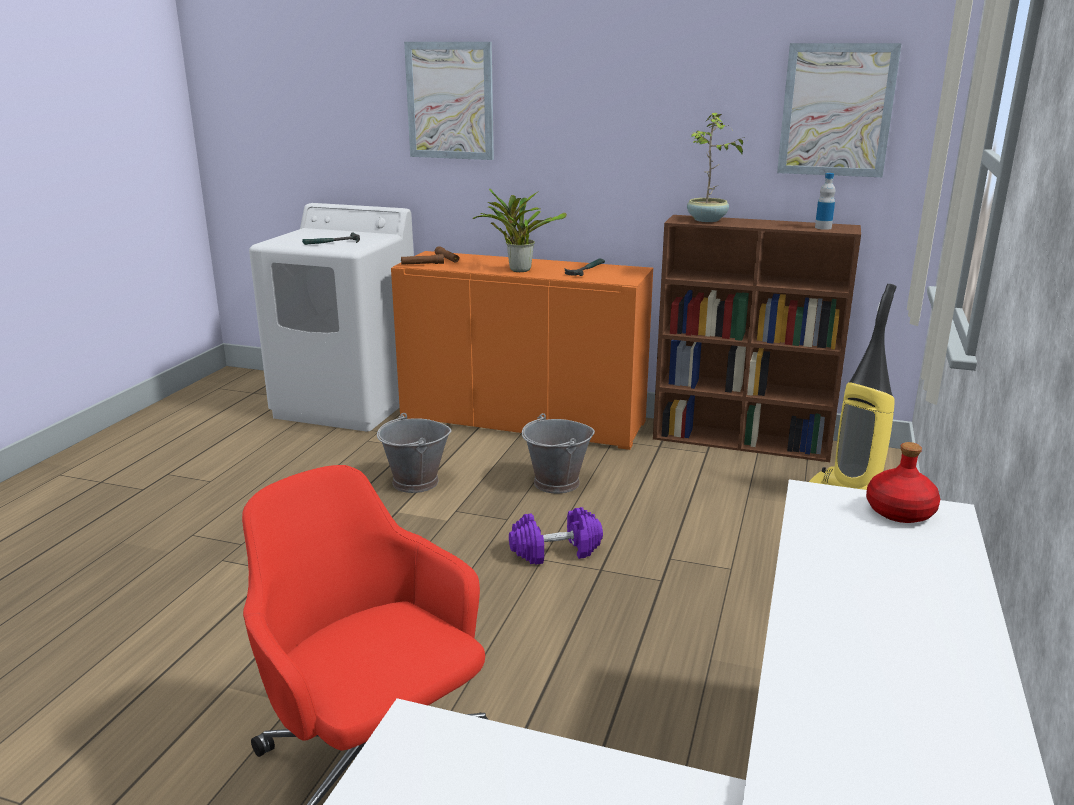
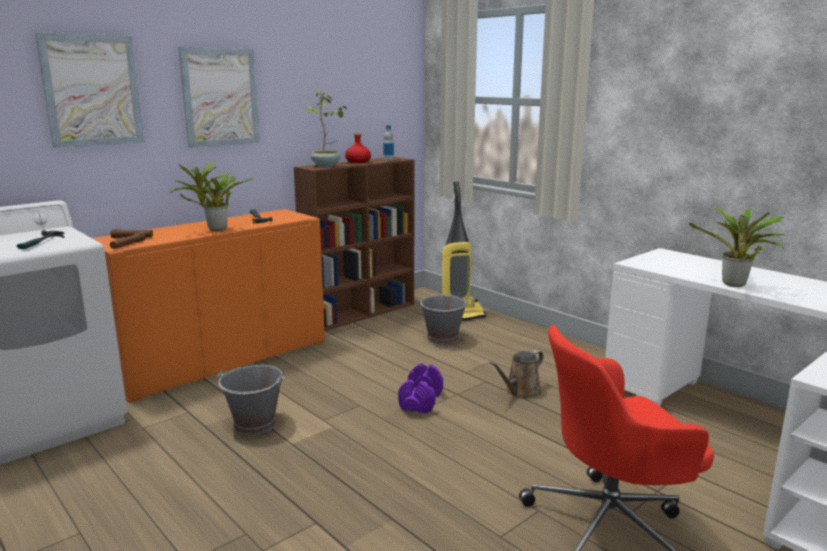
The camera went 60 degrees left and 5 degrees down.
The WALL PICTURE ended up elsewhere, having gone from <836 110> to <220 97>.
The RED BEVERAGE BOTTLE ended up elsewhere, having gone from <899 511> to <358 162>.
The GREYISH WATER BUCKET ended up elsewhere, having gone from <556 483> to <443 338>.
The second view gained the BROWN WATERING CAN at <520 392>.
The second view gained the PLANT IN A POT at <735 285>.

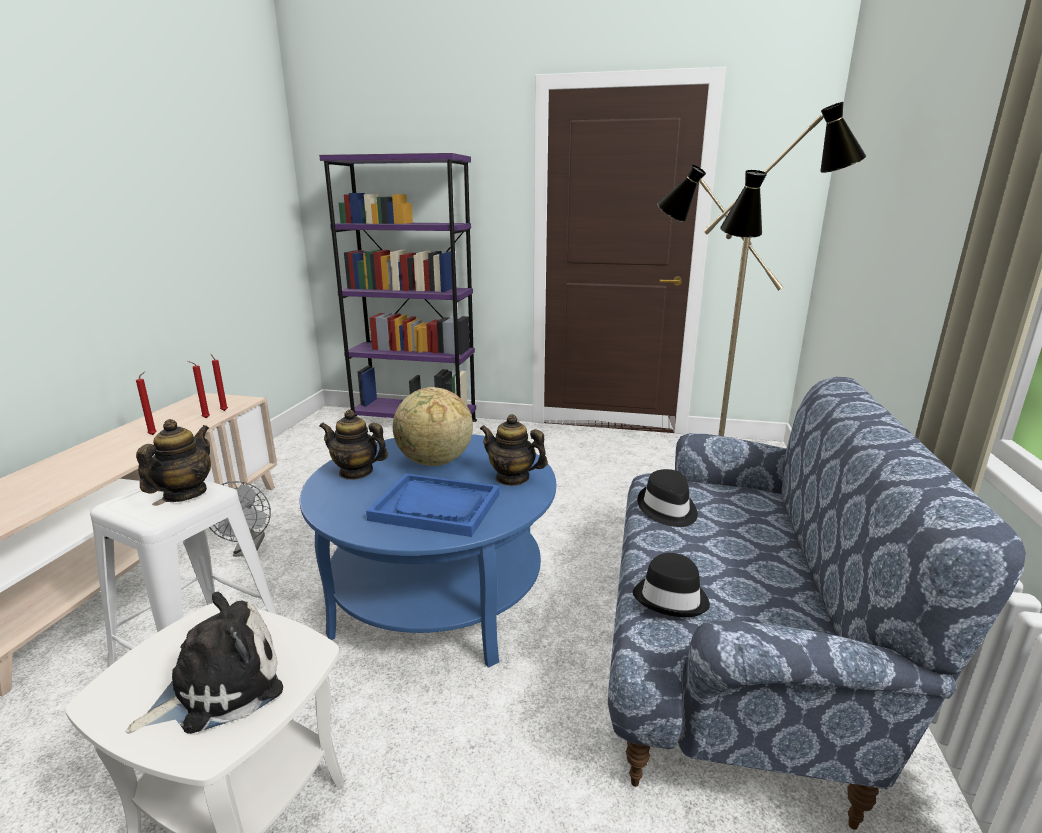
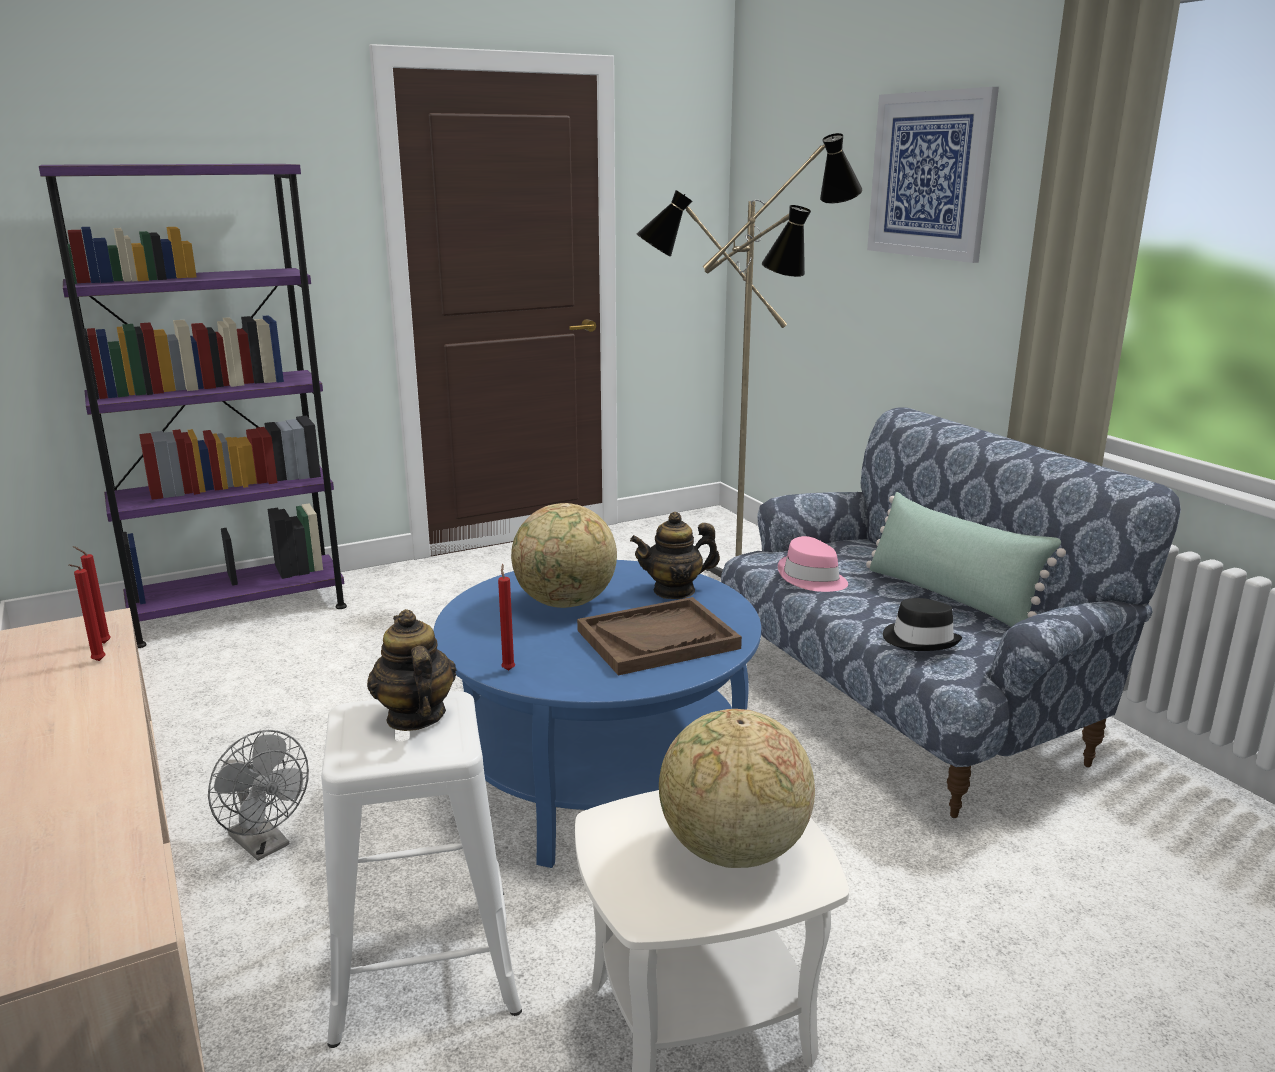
The camera went 40 degrees left and 0 degrees up.
The RED WAX LIGHT ended up elsewhere, having gone from <154 434> to <508 669>.
What was the BLUE SERVING TRAY at <436 507> turned into the BROWN SERVING TRAY at <658 639>.
Where the CUDDLY TOY stood at <219 686>, the DESK GLOBE came to stand at <732 851>.
What was the BLACK-COLOURED CLOTHING HAT at <667 509> turned into the PINK-COLOURED CLOTHING HAT at <811 579>.
The second view gained the GREENISH PILLOW at <950 597>.
The second view gained the WALL PICTURE at <930 175>.
The second view lost the TEAPOT at <356 472>.

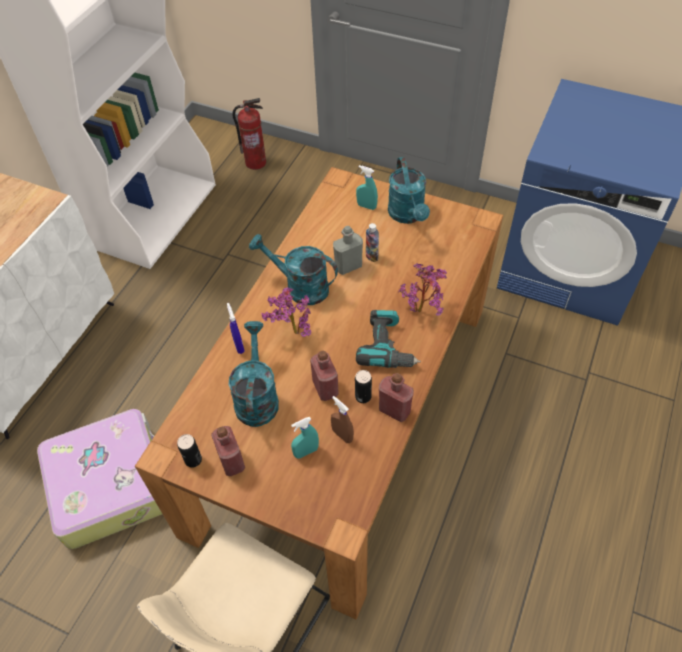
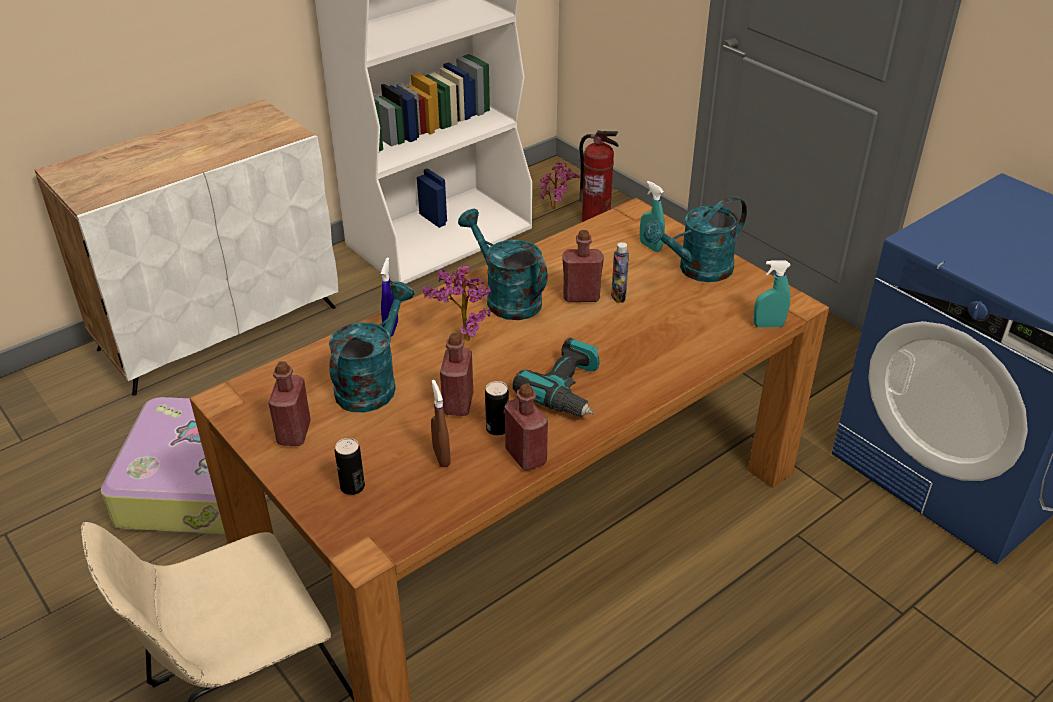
The camera went 25 degrees right and 15 degrees down.
The METAL CAN ended up elsewhere, having gone from <193 460> to <352 487>.
The PLANT IN A POT ended up elsewhere, having gone from <422 310> to <557 209>.
What was the GREYISH BEVERAGE BOTTLE at <348 266> turned into the RED BEVERAGE BOTTLE at <581 297>.
The TURQUOISE-COLOURED WATERING CAN at <408 215> ended up facing another way, 45 degrees clockwise from before.
The TURQUOISE-COLOURED SPRAY BOTTLE ended up elsewhere, having gone from <306 452> to <768 325>.

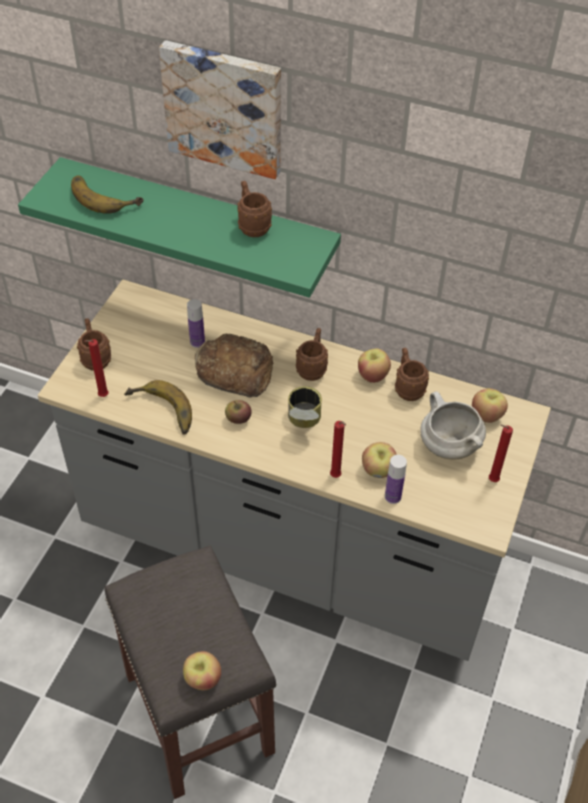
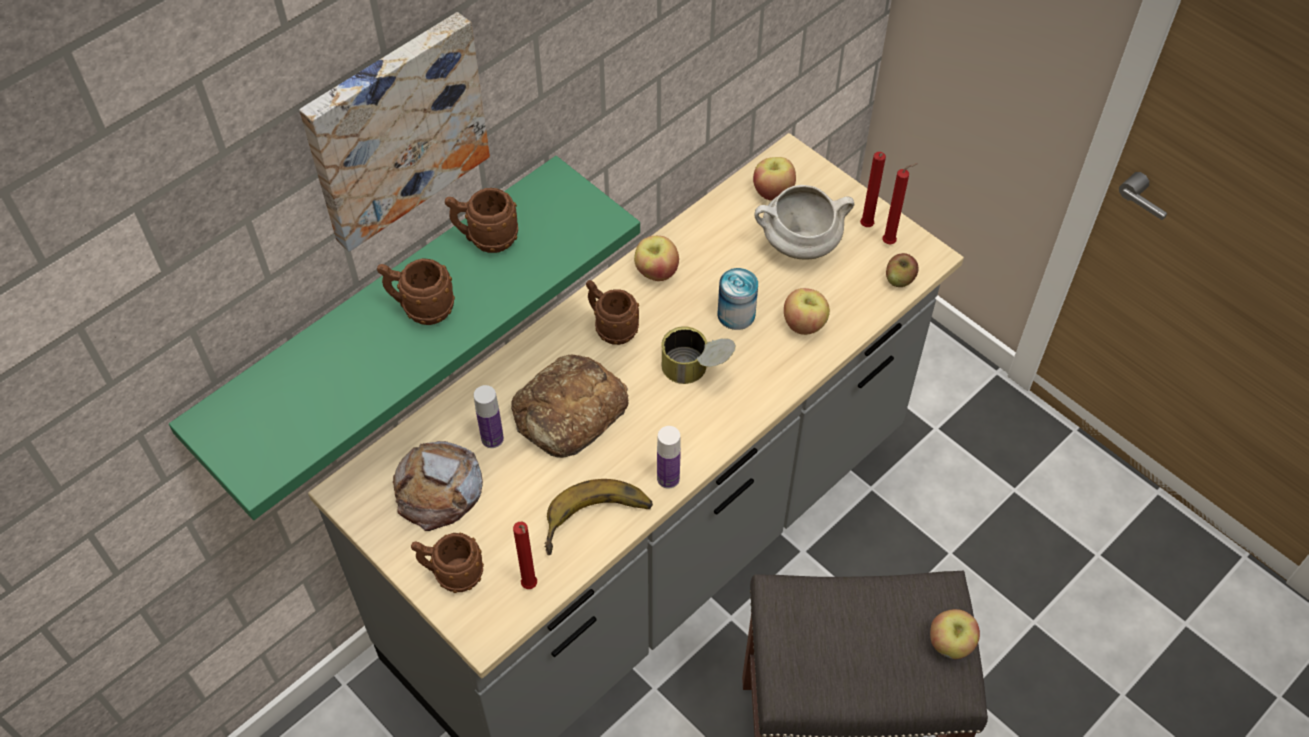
The camera went 65 degrees left and 5 degrees up.
The BROWN TEA MUG ended up elsewhere, having gone from <407 388> to <421 309>.
The second view gained the BAKERY BREAD at <438 489>.
The BEVERAGE BOTTLE ended up elsewhere, having gone from <392 497> to <668 478>.
The second view gained the METAL CAN at <736 314>.
The RED WAX LIGHT ended up elsewhere, having gone from <336 477> to <891 242>.
The APPLE FRUIT ended up elsewhere, having gone from <238 419> to <899 279>.
The second view lost the BANANA at <105 195>.

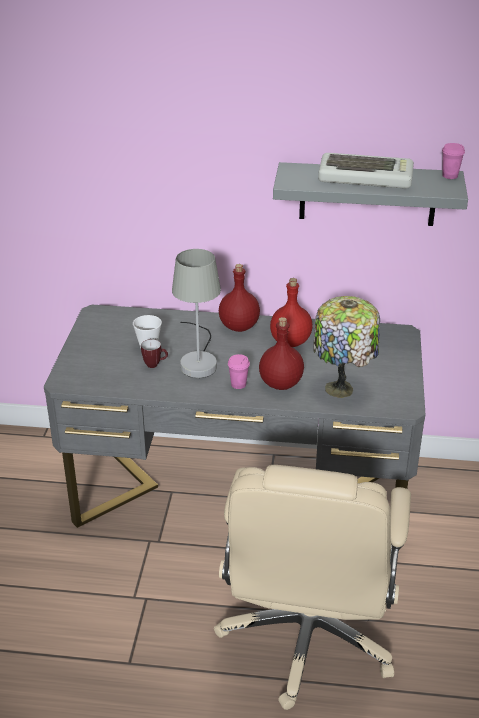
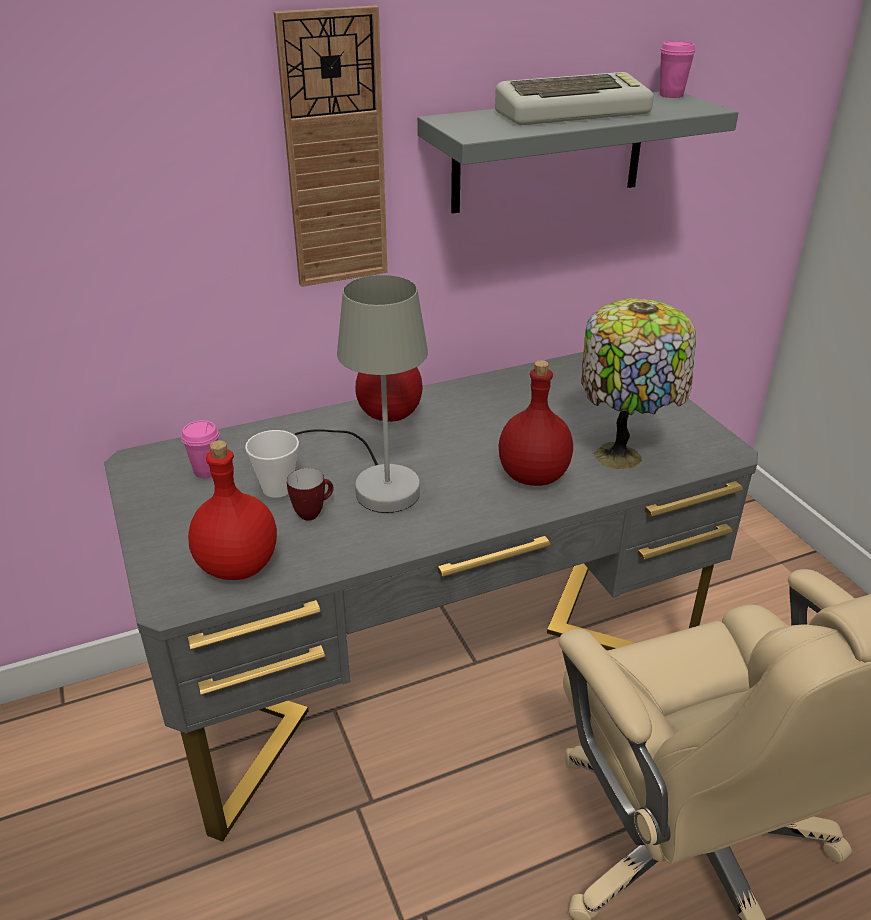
The camera went 30 degrees left and 0 degrees up.
The PINK-COLOURED SMALL CUP ended up elsewhere, having gone from <238 384> to <206 471>.
The RED BEVERAGE BOTTLE ended up elsewhere, having gone from <291 341> to <239 565>.
The second view gained the WALL CLOCK at <334 154>.

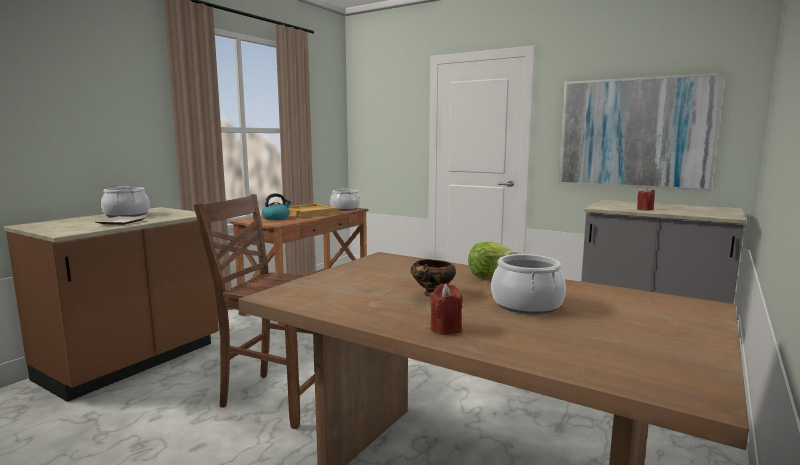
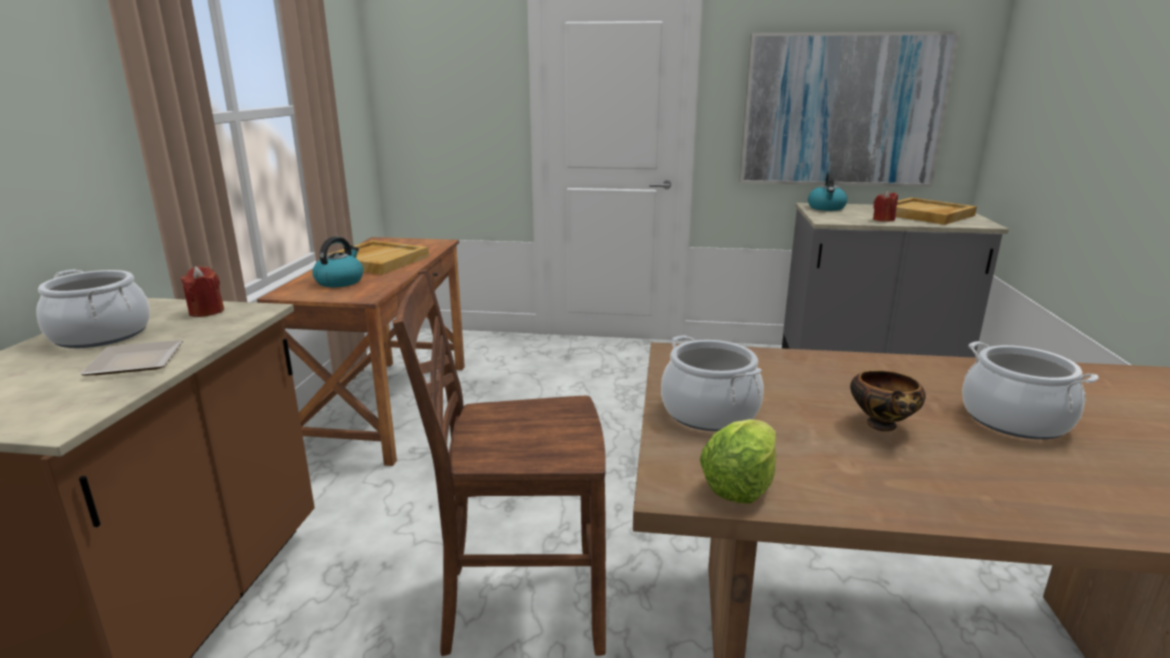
The camera went 25 degrees left and 10 degrees up.
The RED WAX LIGHT ended up elsewhere, having gone from <446 329> to <206 312>.
The COOKING POT ended up elsewhere, having gone from <345 209> to <709 413>.
The HEAD OF LETTUCE ended up elsewhere, having gone from <490 275> to <740 485>.
The second view gained the KETTLE at <826 208>.
The second view gained the BEIGE-COLOURED SERVING TRAY at <926 215>.

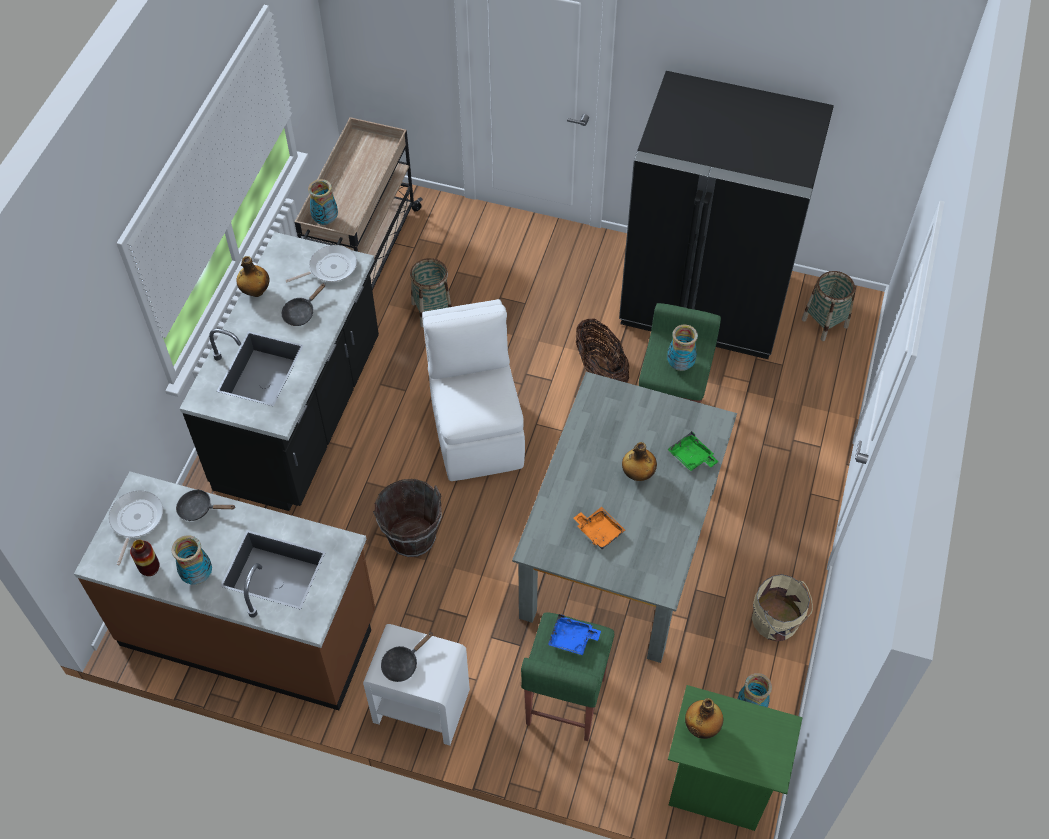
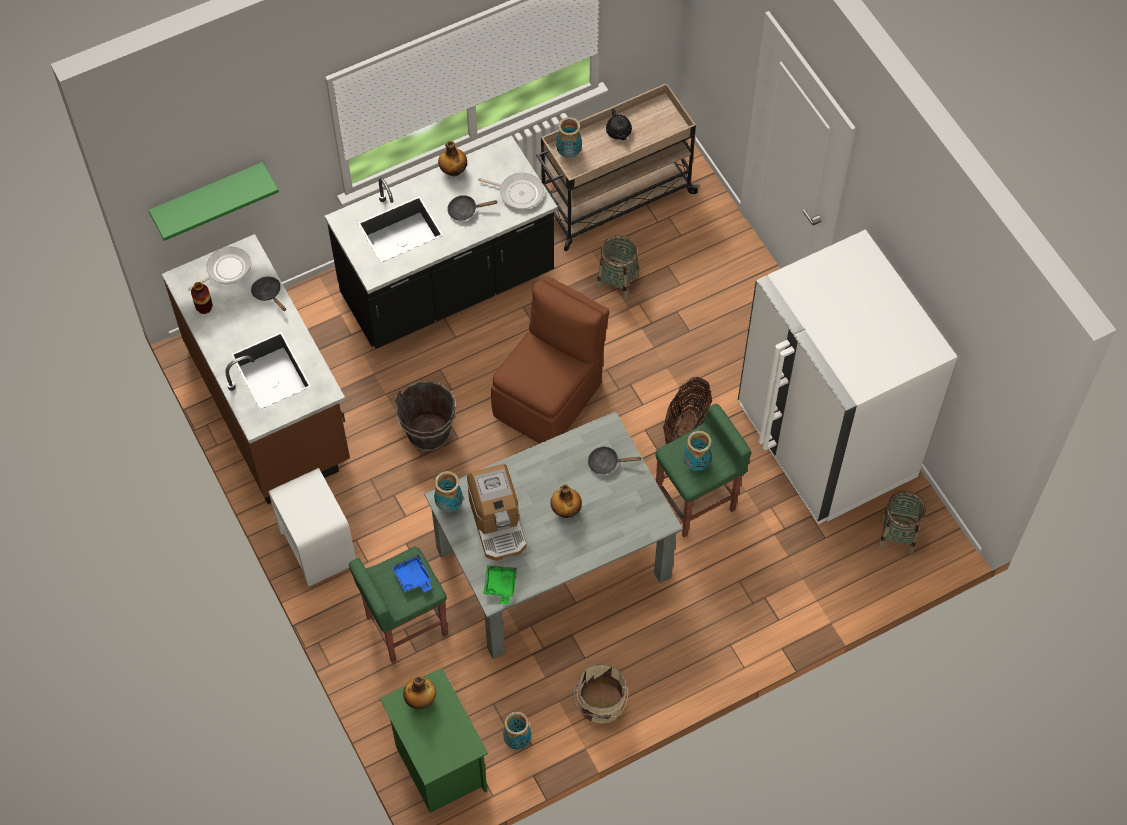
The camera went 45 degrees right and 5 degrees up.
The second view gained the GREENISH BRACKET SHELF at <208 196>.
The VASE ended up elsewhere, having gone from <197 575> to <449 503>.
Where the ORANGE-COLOURED SERVING TRAY stood at <599 531>, the COFFEE MAKER came to stand at <498 524>.
The GREENISH SERVING TRAY ended up elsewhere, having gone from <691 457> to <500 586>.
What was the WHITE-COLOURED PLAIN CHAIR at <477 432> turned into the BROWN PLAIN CHAIR at <549 397>.
The BLACK-COLOURED FRYING PAN ended up elsewhere, having gone from <403 663> to <607 463>.
The second view gained the BLACK-COLOURED TEAPOT at <618 132>.
What was the BLACK-COLOURED FRIDGE at <706 301> turned into the WHITE-COLOURED FRIDGE at <825 442>.

